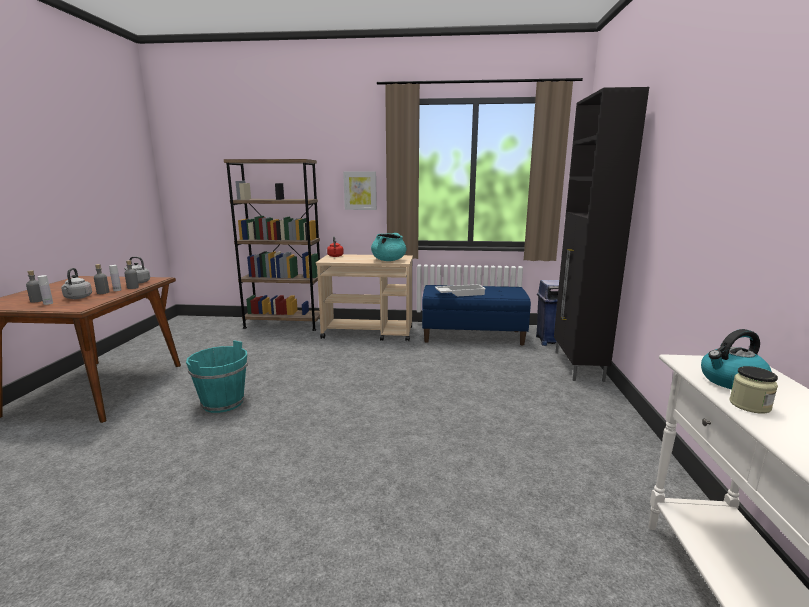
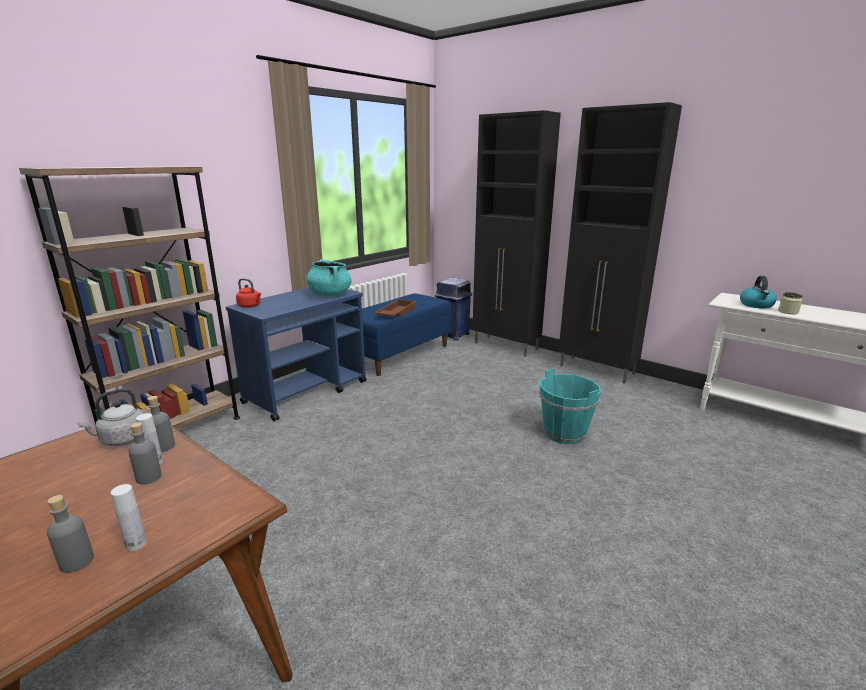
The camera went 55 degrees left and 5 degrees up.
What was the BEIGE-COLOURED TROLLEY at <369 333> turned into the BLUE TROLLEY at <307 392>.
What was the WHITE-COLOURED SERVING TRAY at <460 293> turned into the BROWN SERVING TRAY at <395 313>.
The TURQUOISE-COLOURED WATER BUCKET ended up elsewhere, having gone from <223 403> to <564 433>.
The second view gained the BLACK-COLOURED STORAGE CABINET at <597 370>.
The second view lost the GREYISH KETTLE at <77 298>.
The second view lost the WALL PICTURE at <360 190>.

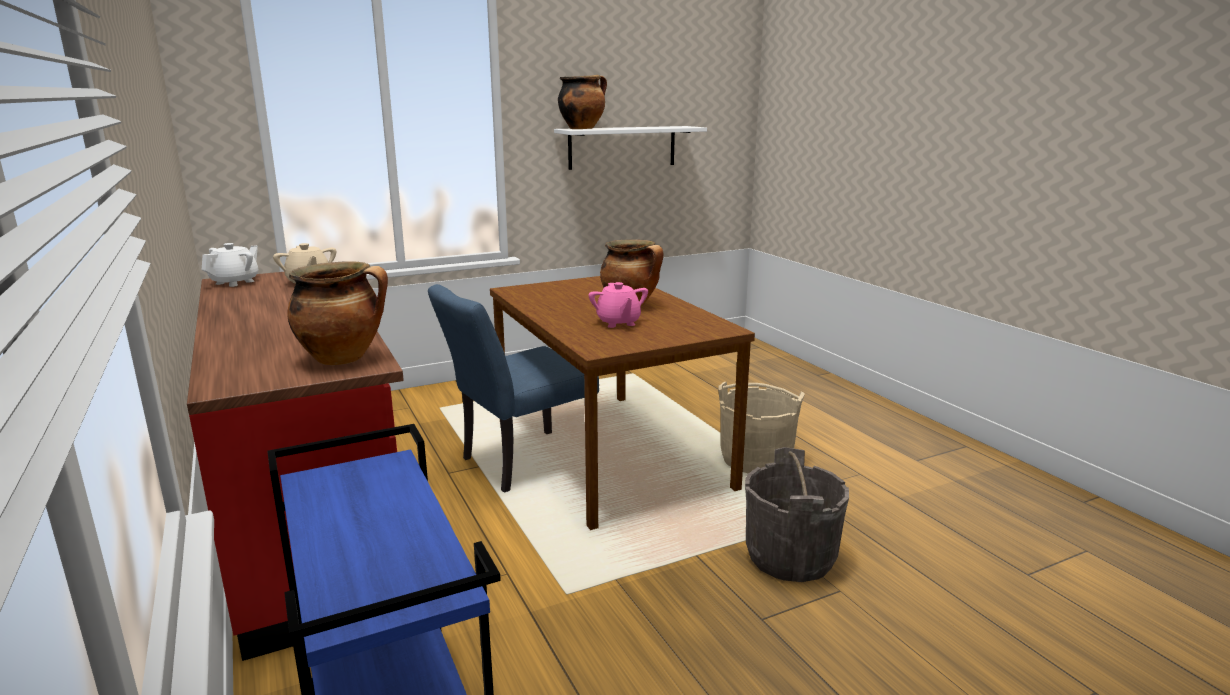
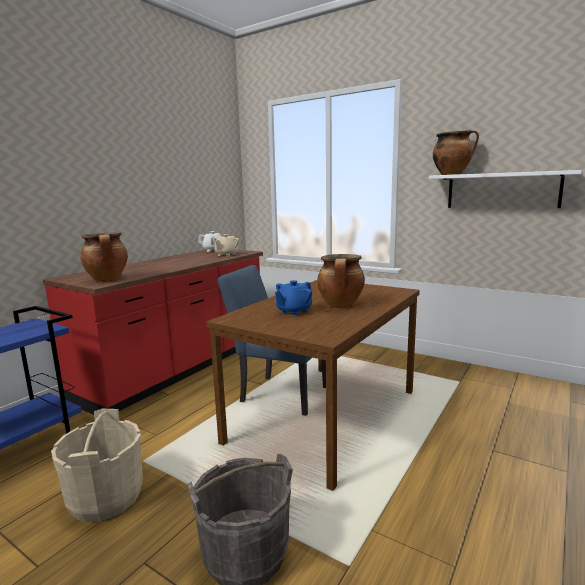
The camera went 60 degrees right and 5 degrees down.
The BEIGE-COLOURED WATER BUCKET ended up elsewhere, having gone from <755 460> to <105 497>.
What was the PINK-COLOURED TEAPOT at <618 323> turned into the BLUE TEAPOT at <293 311>.

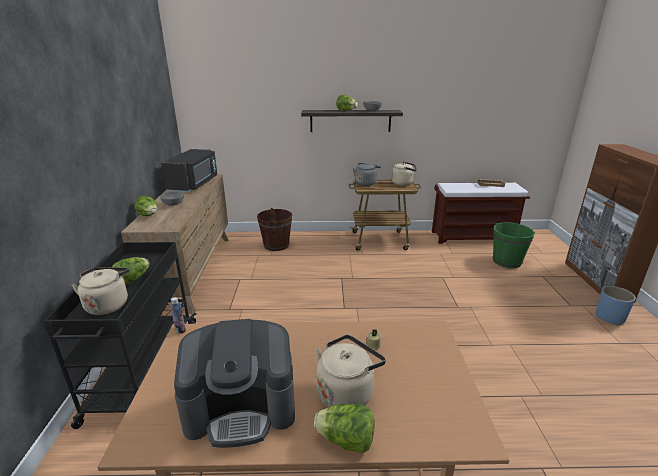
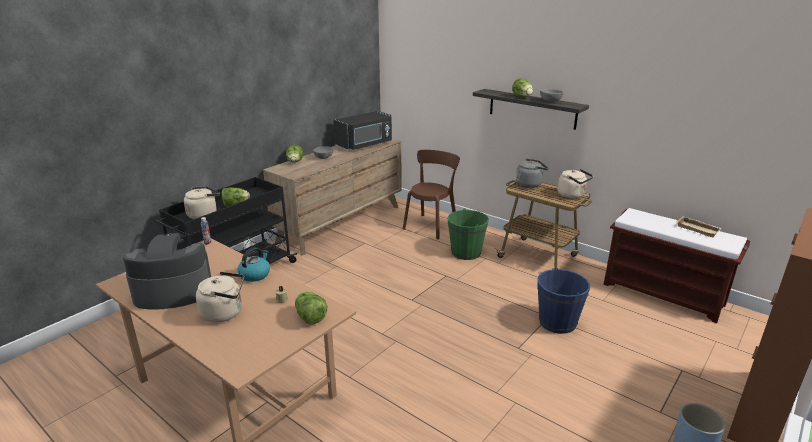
The camera went 40 degrees right and 0 degrees up.
The COFFEE MAKER at <241 406> ended up facing another way, 135 degrees clockwise from before.
The second view gained the KETTLE at <255 274>.
The HEAD OF LETTUCE ended up elsewhere, having gone from <346 440> to <310 317>.
Where the BROWN WATER BUCKET stood at <276 245>, the BROWN PLAIN CHAIR came to stand at <431 225>.
The GREENISH WATER BUCKET ended up elsewhere, having gone from <507 261> to <466 252>.
The second view gained the BLUE WATER BUCKET at <557 322>.

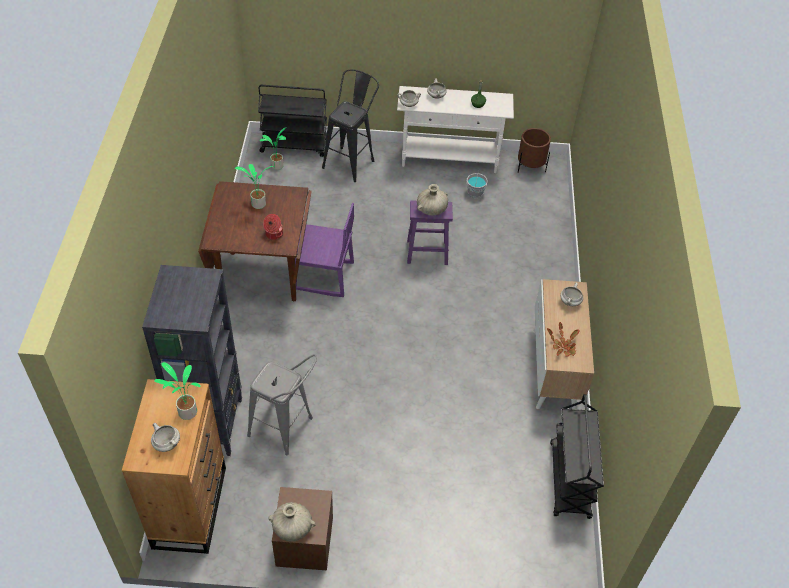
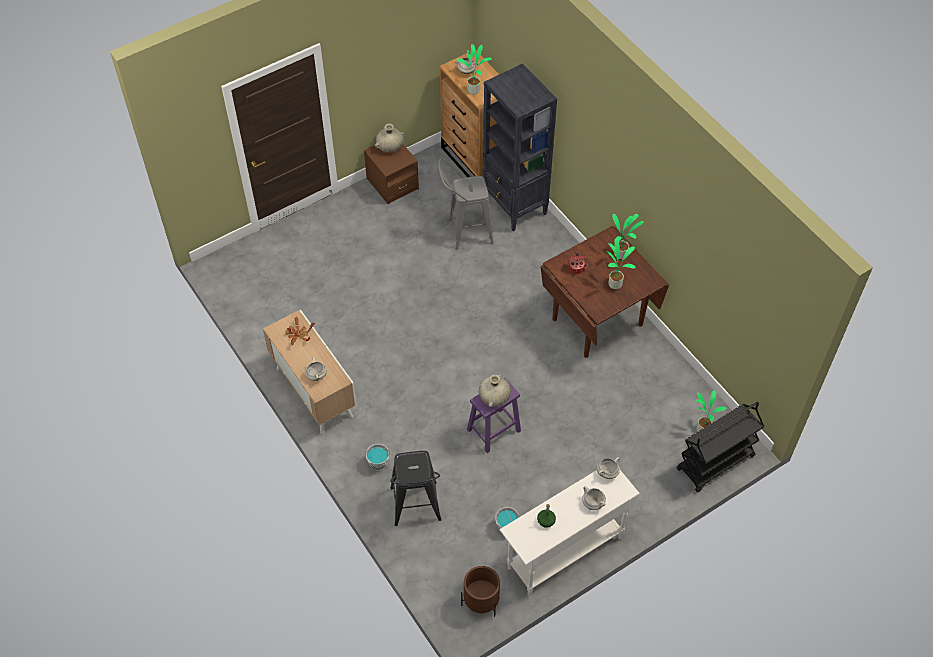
The camera went 145 degrees right and 5 degrees up.
The second view gained the GREYISH WATER BUCKET at <378 463>.
The BLACK-COLOURED SITTING STOOL ended up elsewhere, having gone from <351 161> to <416 510>.
The second view gained the PLANT IN A POT at <622 254>.
The second view lost the PURPLE-COLOURED PLAIN CHAIR at <323 277>.
The second view lost the BLACK-COLOURED TROLLEY at <570 481>.

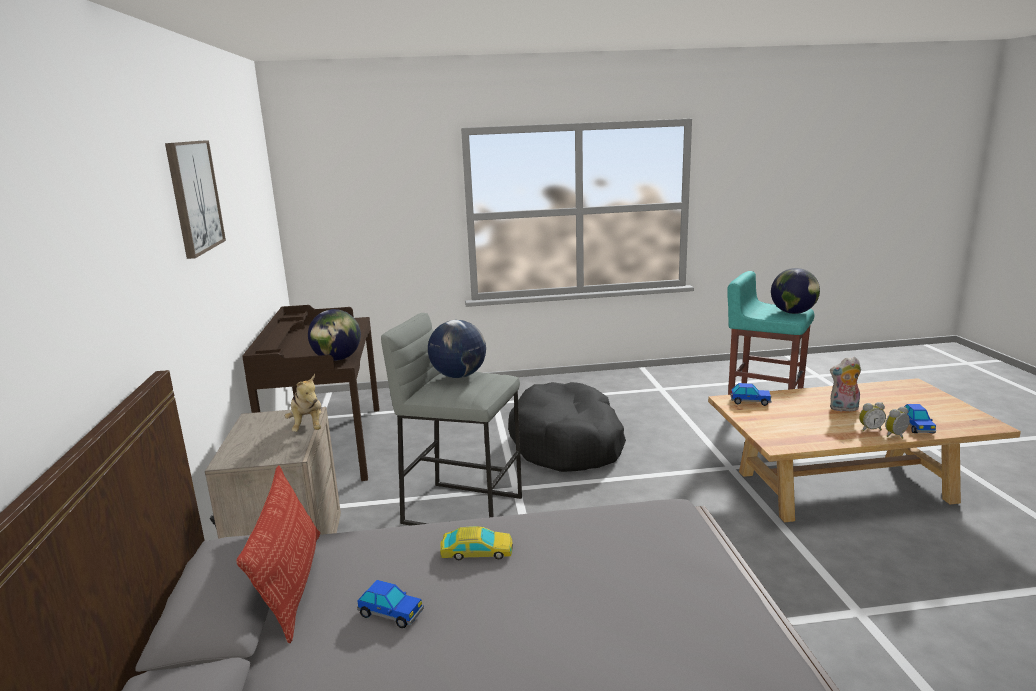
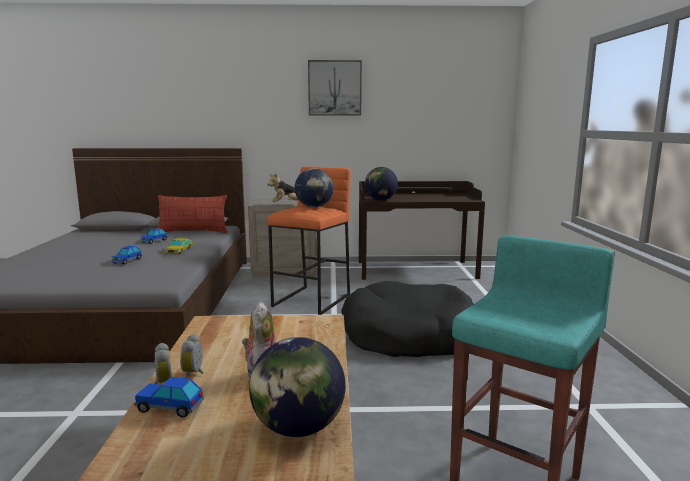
The camera went 95 degrees right and 5 degrees down.
The MINIATURE CAR ended up elsewhere, having gone from <750 401> to <127 261>.
The DESK GLOBE ended up elsewhere, having gone from <793 312> to <298 428>.
What was the GREYISH SITTING STOOL at <463 509> turned into the ORANGE-COLOURED SITTING STOOL at <312 300>.

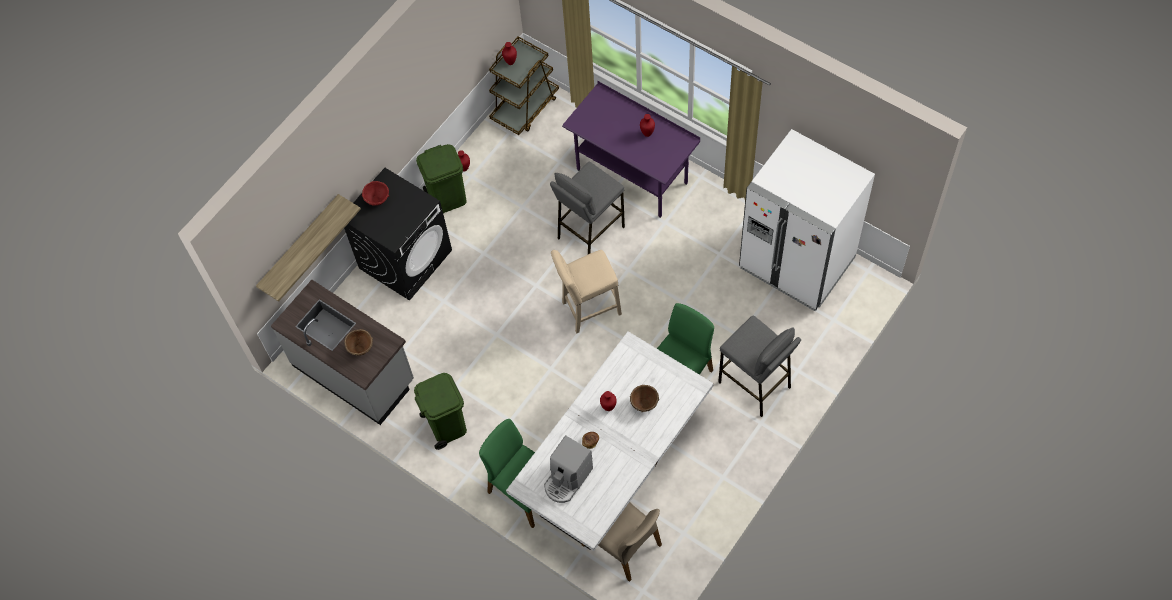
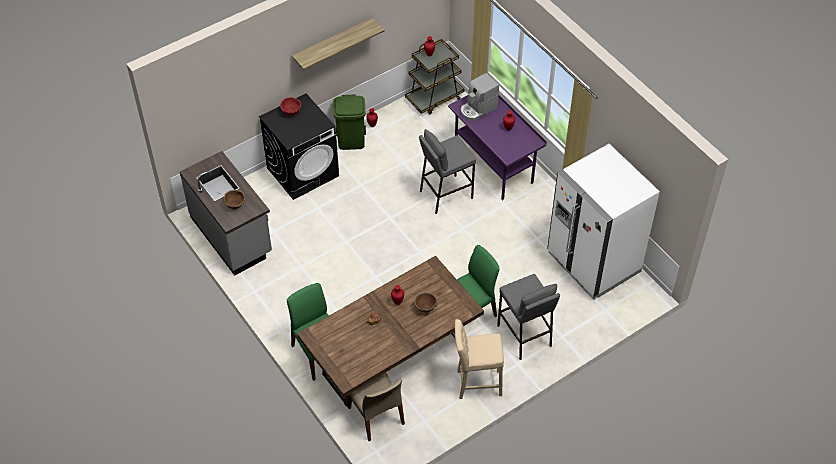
The camera went 15 degrees right and 10 degrees down.
The BRACKET SHELF ended up elsewhere, having gone from <300 245> to <333 43>.
What was the WHITE-COLOURED DINING TABLE at <613 468> turned into the BROWN DINING TABLE at <391 359>.
The BEIGE-COLOURED SITTING STOOL ended up elsewhere, having gone from <588 310> to <476 383>.
The COFFEE MAKER ended up elsewhere, having gone from <567 479> to <478 109>.
The second view lost the GREENISH RUBBISH BIN at <446 425>.

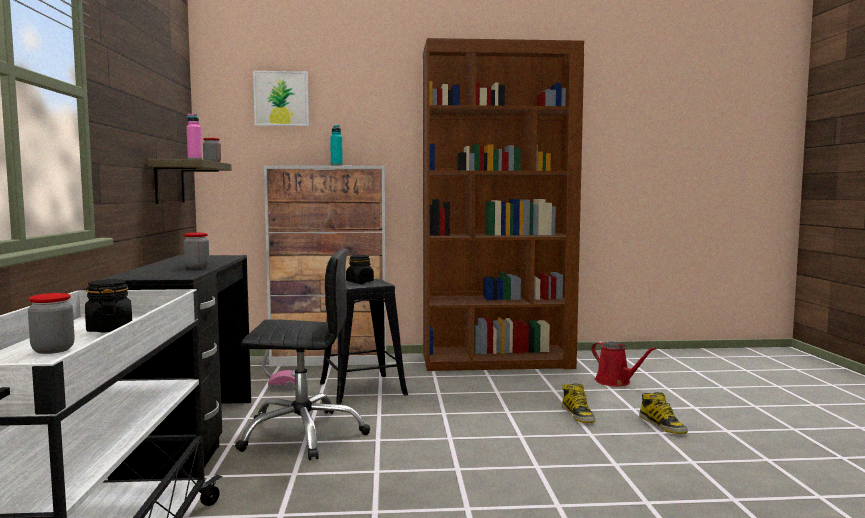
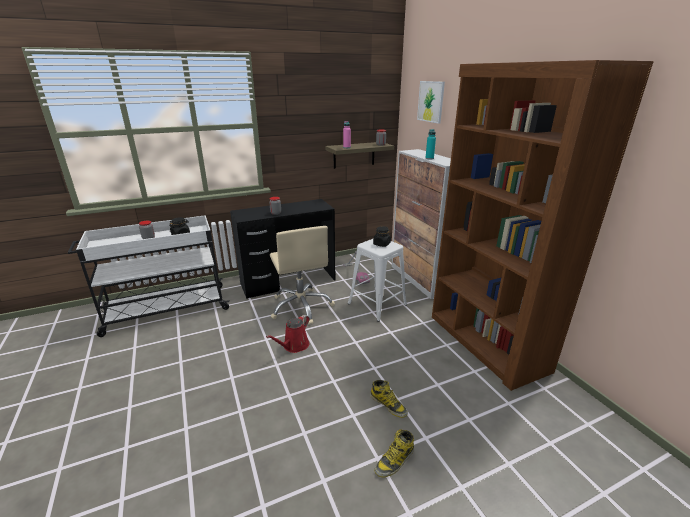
The camera went 70 degrees right and 20 degrees up.
The RED WATERING CAN ended up elsewhere, having gone from <615 382> to <294 346>.
What was the BLACK-COLOURED DESK CHAIR at <303 434> turned into the BEIGE-COLOURED DESK CHAIR at <301 306>.
What was the BLACK-COLOURED SITTING STOOL at <362 389> turned into the WHITE-COLOURED SITTING STOOL at <377 304>.
The TALL BOOT at <578 415> ended up facing another way, 105 degrees counterclockwise from before.

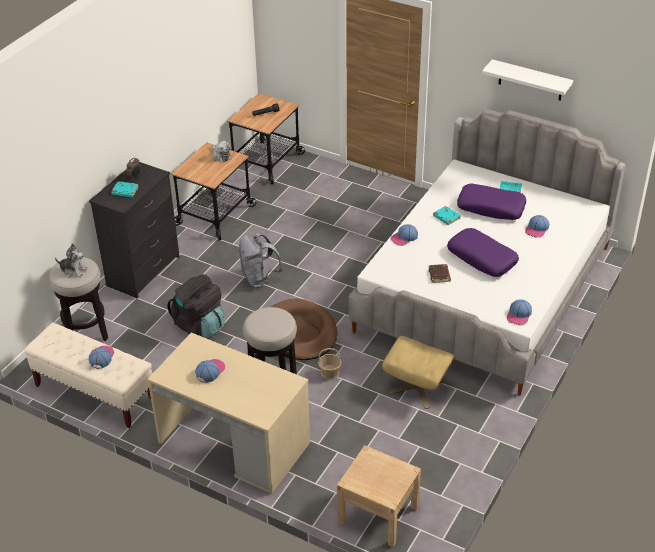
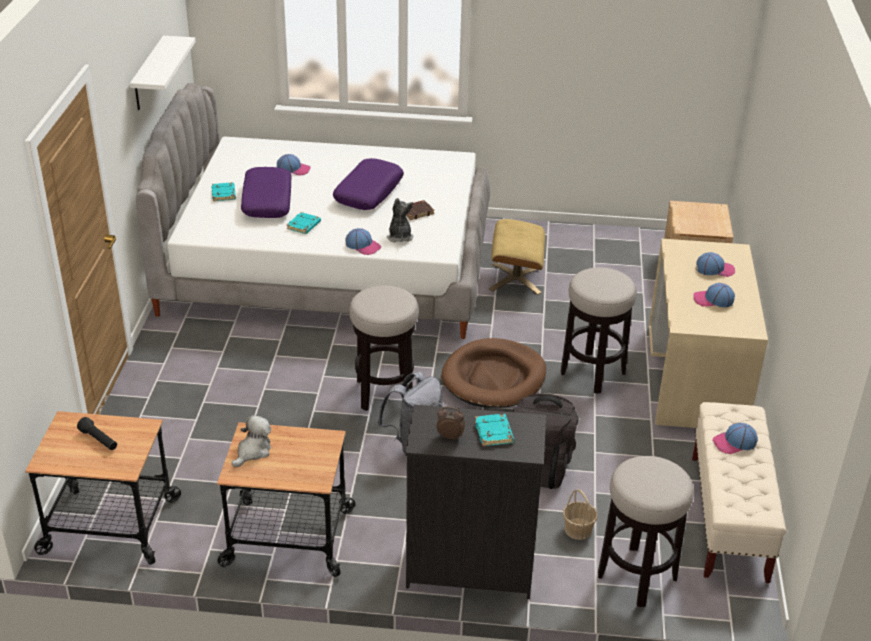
The camera went 115 degrees left and 5 degrees down.
The second view gained the SITTING STOOL at <384 393>.
The CUDDLY TOY ended up elsewhere, having gone from <73 270> to <399 236>.
The STORAGE BASKET ended up elsewhere, having gone from <330 372> to <578 529>.
The PEAKED CAP ended up elsewhere, having gone from <519 315> to <715 269>.

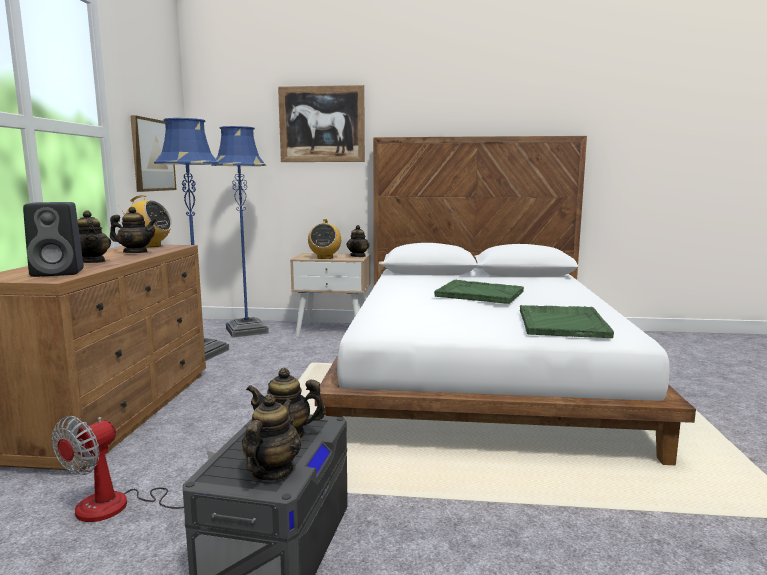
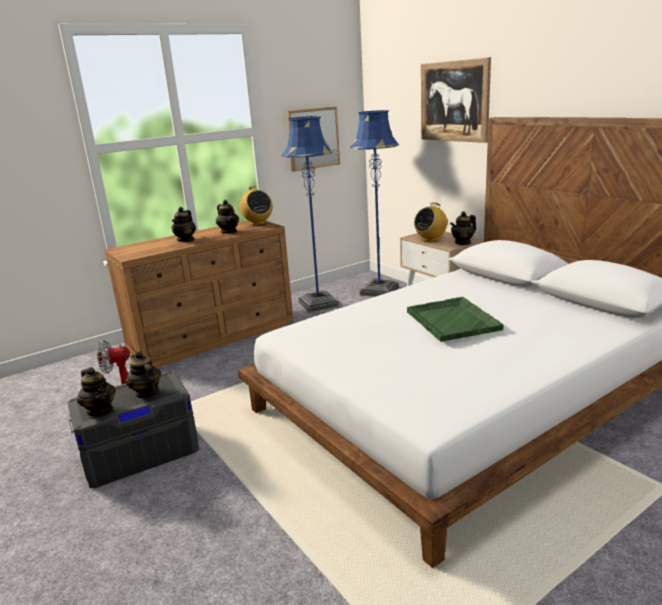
The camera went 50 degrees right and 10 degrees up.
The TEAPOT at <271 472> ended up facing another way, 75 degrees clockwise from before.
The second view lost the BLACK-COLOURED AUDIO SPEAKER at <60 273>.
The second view lost the GREENISH SERVING TRAY at <562 323>.

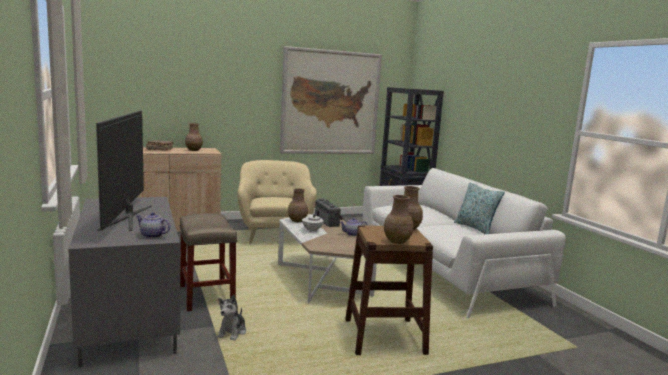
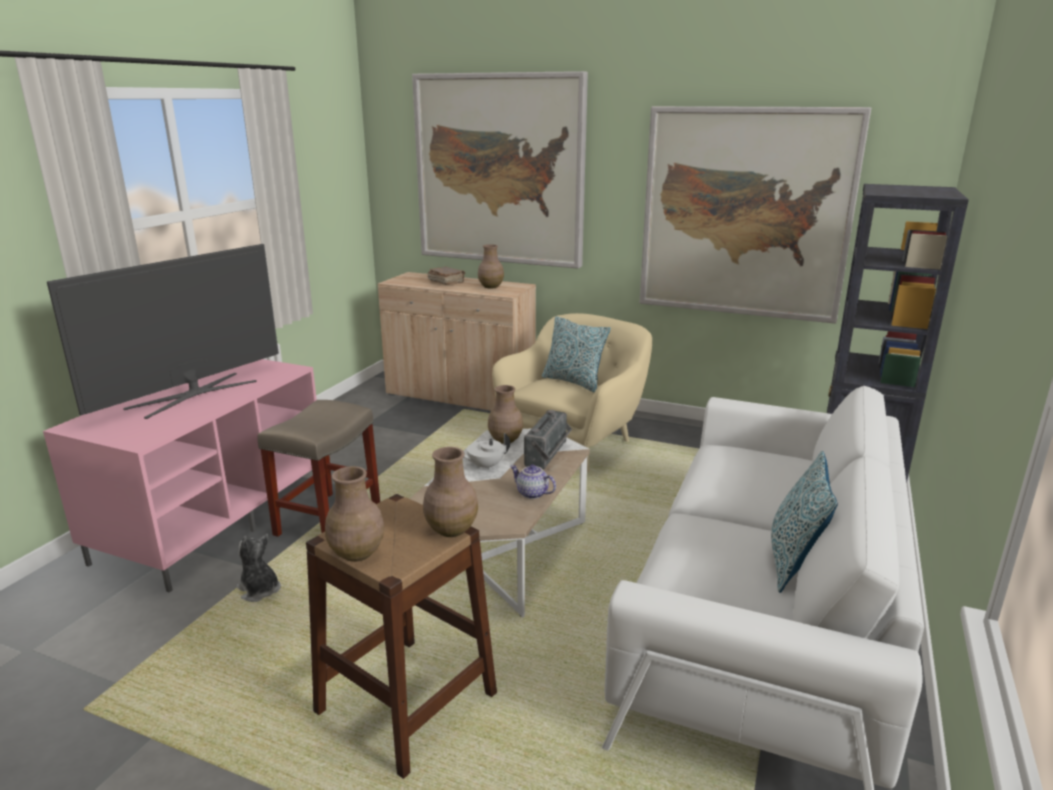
The camera went 45 degrees right and 10 degrees up.
What was the GREYISH MEDIA CONSOLE at <128 317> turned into the PINK-COLOURED MEDIA CONSOLE at <215 519>.
The CUDDLY TOY at <232 332> ended up facing another way, 75 degrees clockwise from before.
The second view gained the WALL PICTURE at <500 170>.
The second view gained the PILLOW at <574 382>.
The second view lost the TEAPOT at <152 235>.

